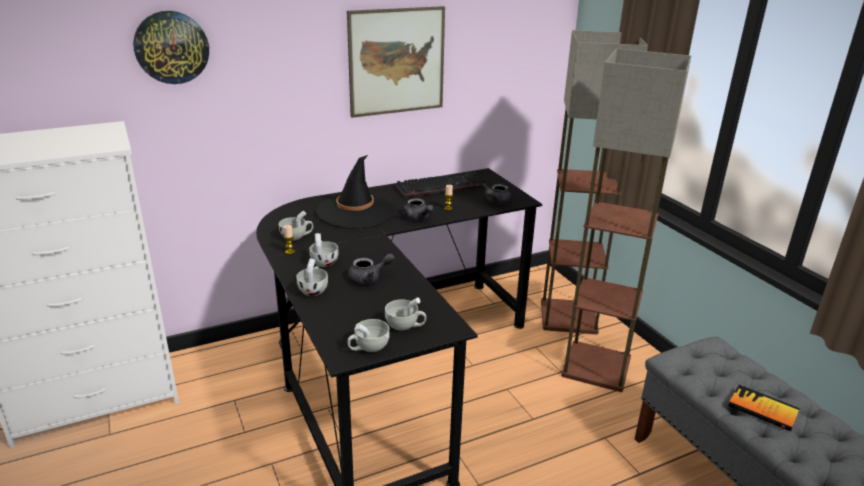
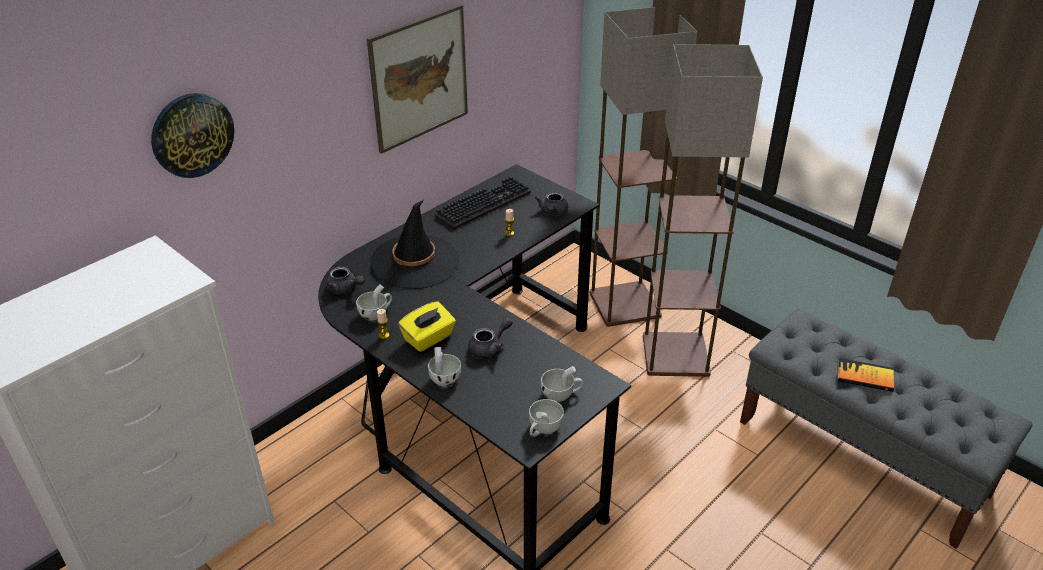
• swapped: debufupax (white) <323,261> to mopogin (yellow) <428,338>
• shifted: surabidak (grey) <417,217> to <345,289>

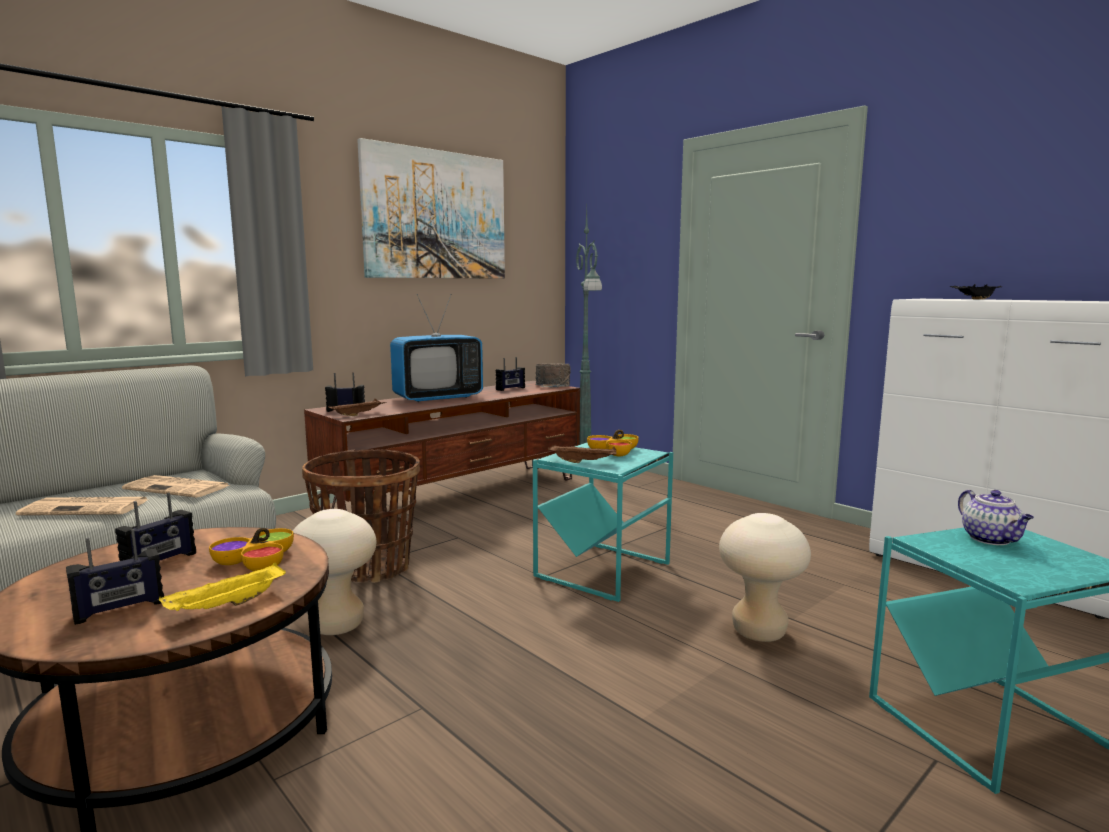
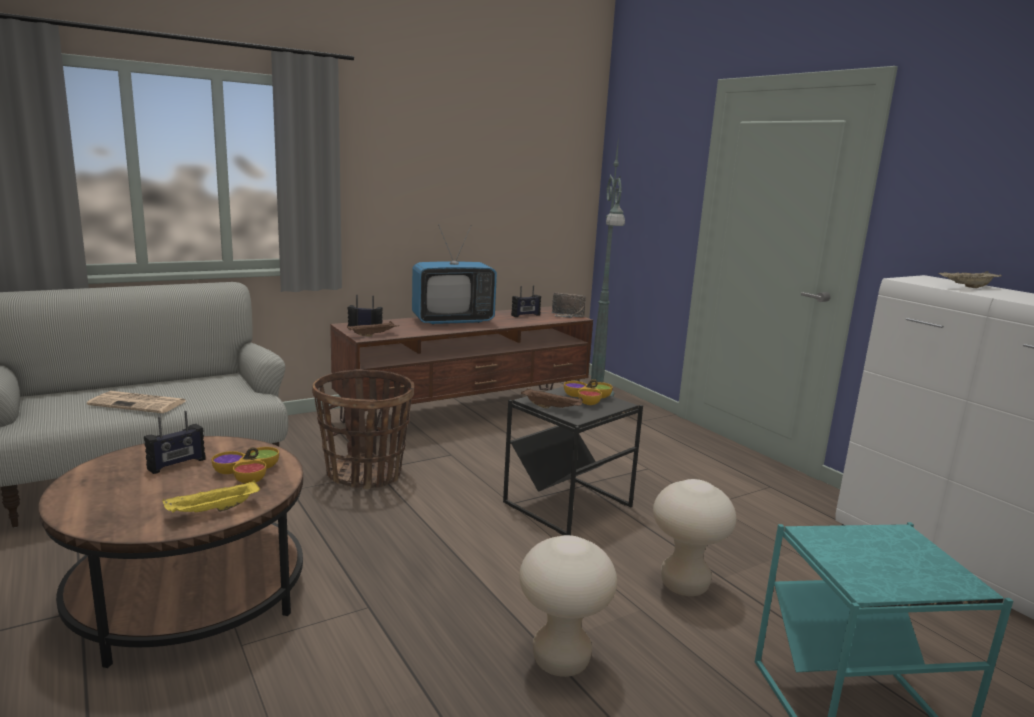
• gone: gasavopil <120,609>
• gone: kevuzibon <179,488>
• shifted: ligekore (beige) <337,625> to <561,660>
• gone: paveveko <436,215>
• repainted: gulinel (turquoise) <604,570> to gulinel (black) <569,505>
• repainted: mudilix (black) <975,299> to mudilix (beige) <967,287>
• gone: surabidak <991,539>

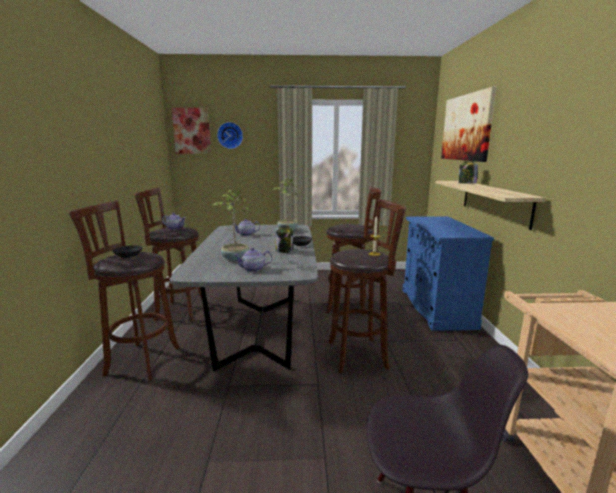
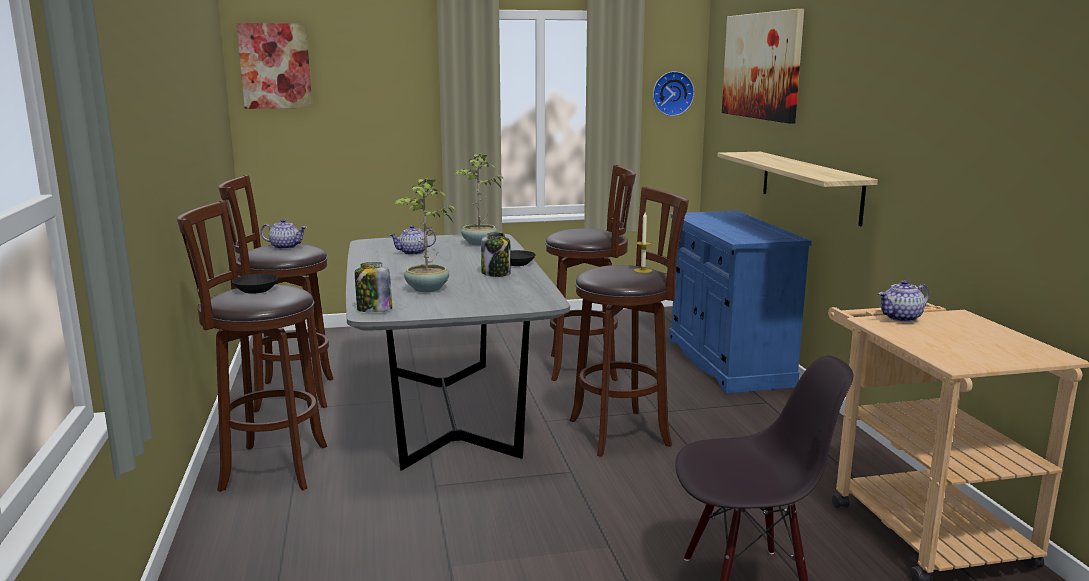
• shifted: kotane <230,135> to <672,93>
• shifted: surabidak <253,269> to <901,318>
• shifted: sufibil <466,183> to <374,310>

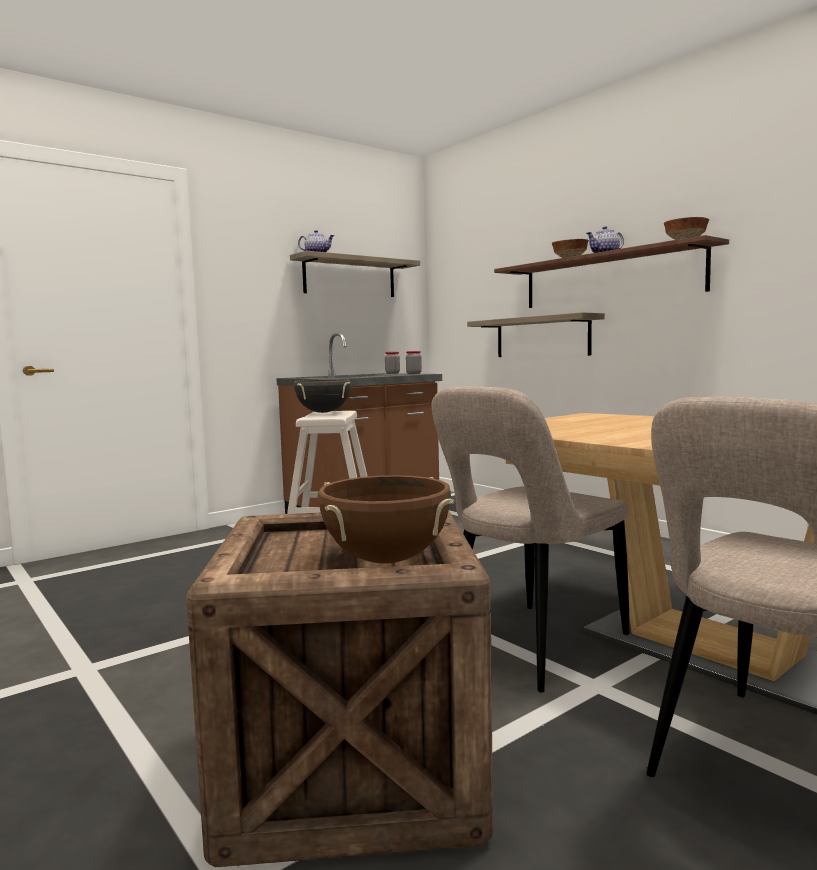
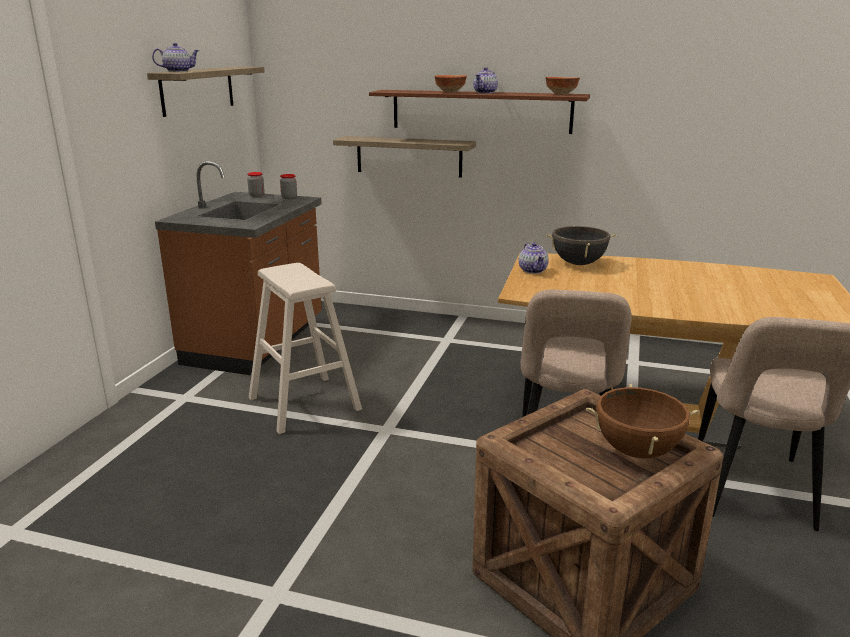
• shifted: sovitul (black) <323,412> to <578,263>
• new: surabidak <533,270>

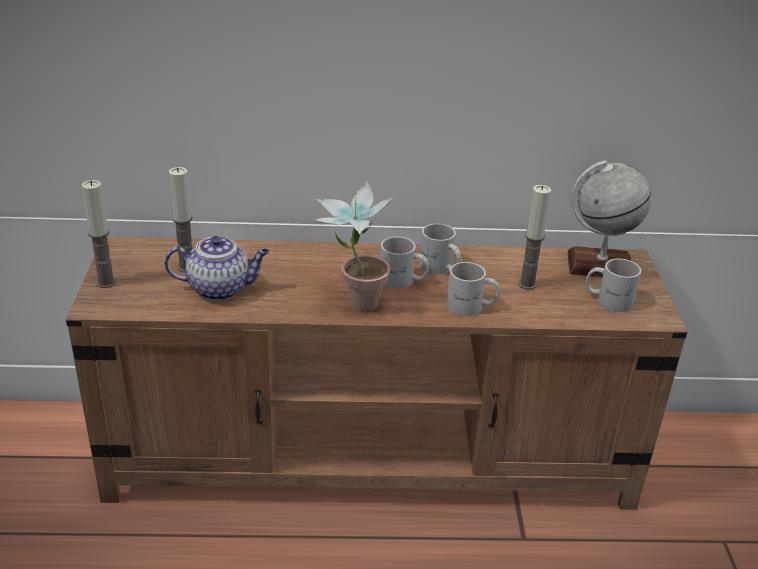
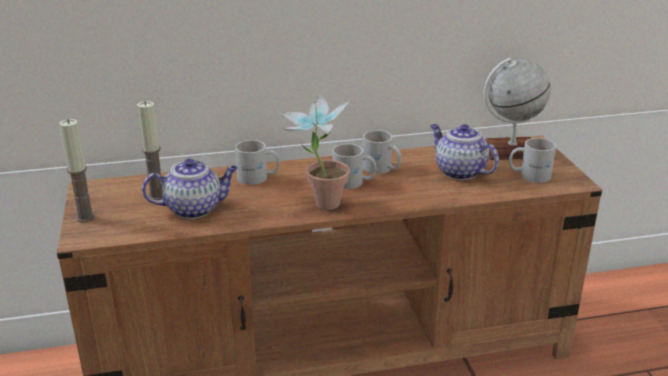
• shifted: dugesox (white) <471,307> to <258,178>
• swapped: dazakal <527,284> to surabidak <459,172>

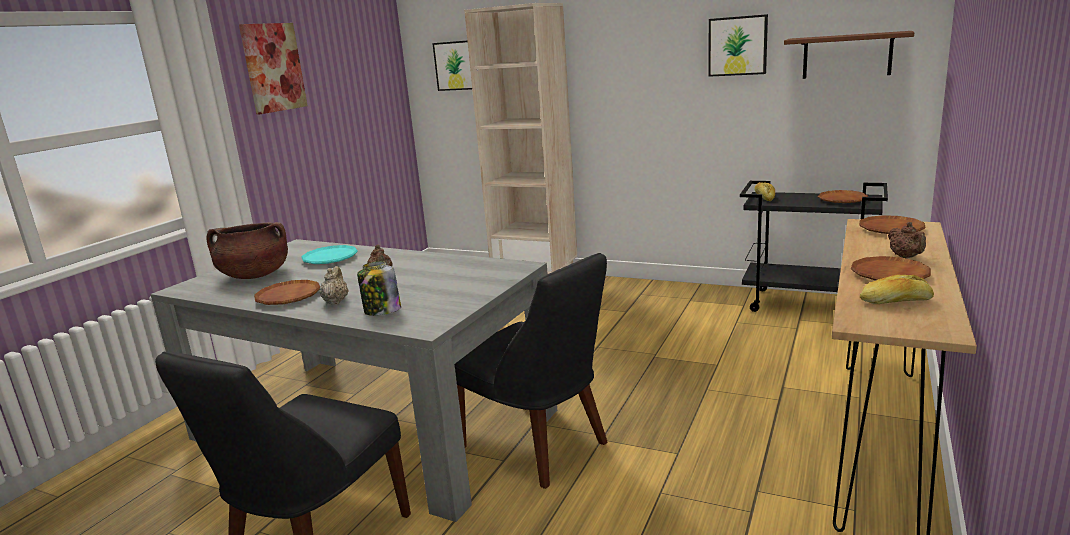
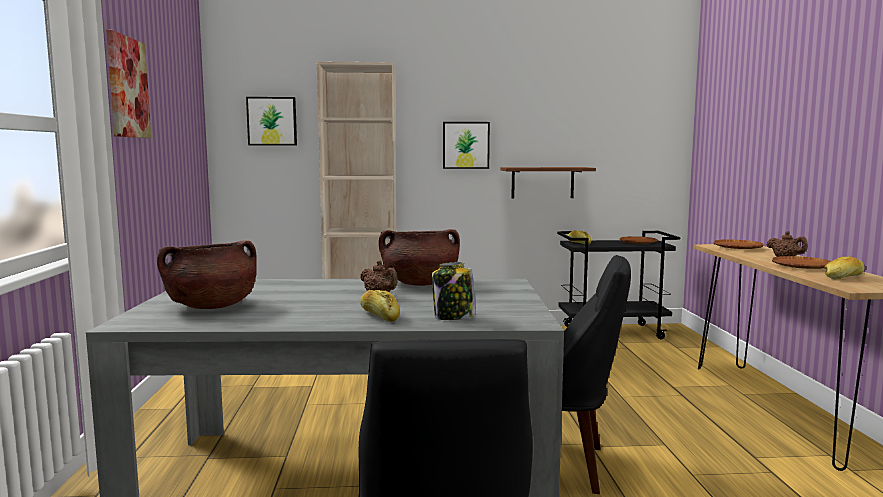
• gone: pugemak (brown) <288,297>
• gone: pugemak (turquoise) <330,259>
• swapped: surabidak (beige) <336,301> to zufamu <380,316>
• shifted: paveveko <737,46> to <465,145>
• shifted: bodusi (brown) <847,55> to <542,182>
• new: sovitul (brown) <420,284>

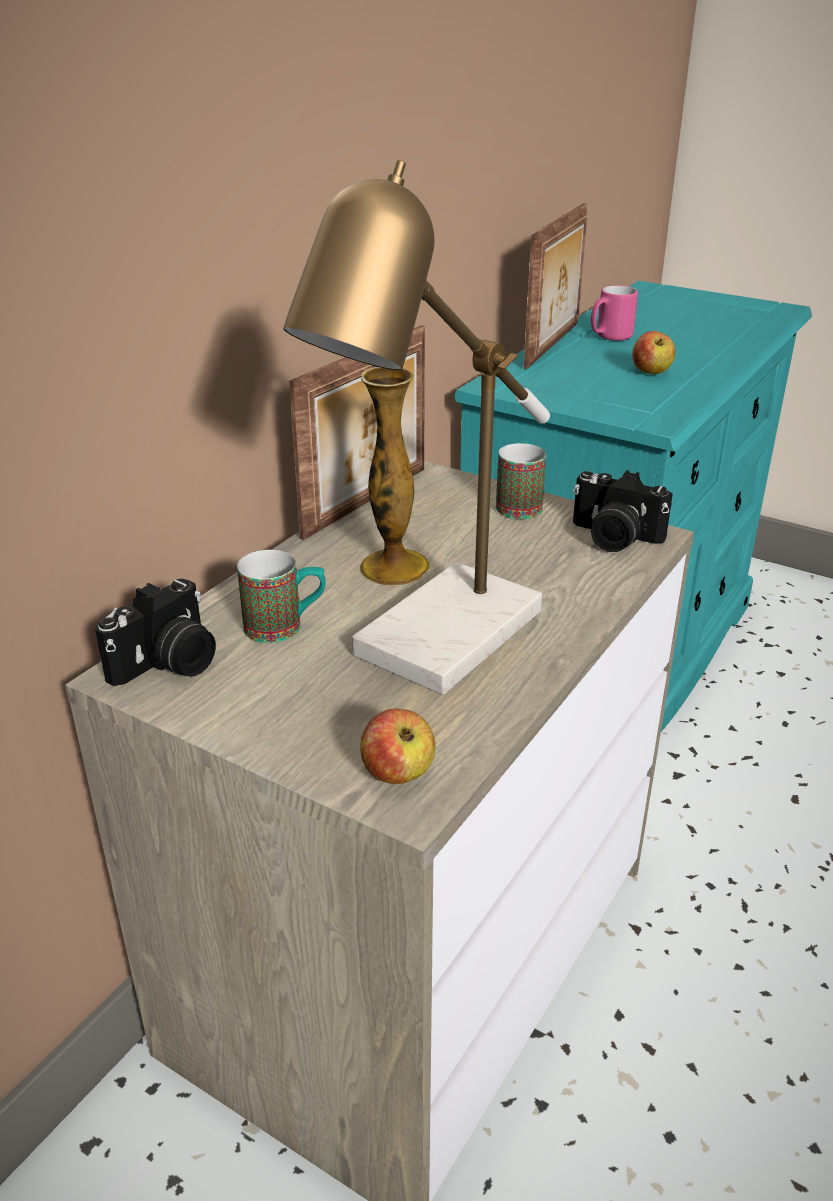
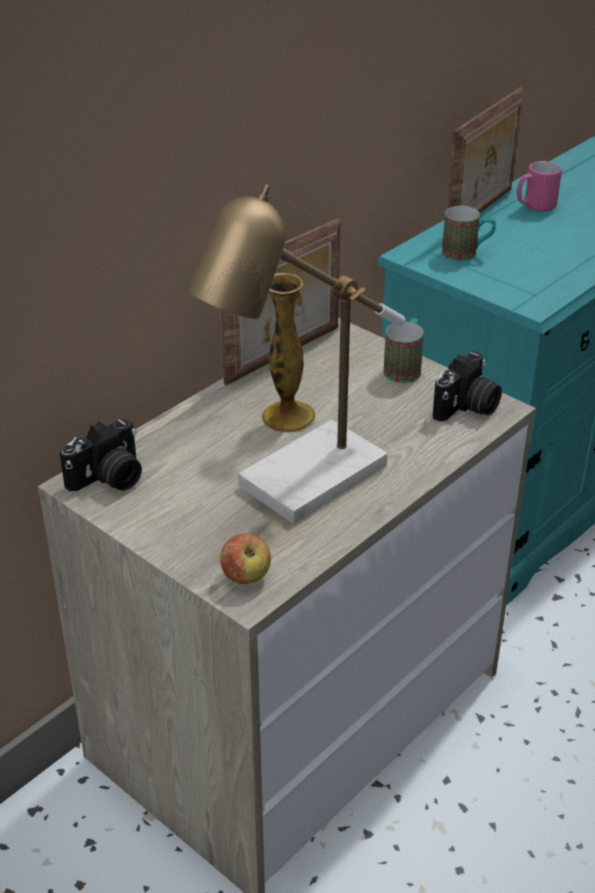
• shifted: dugesox <286,627> to <467,254>
• rotated: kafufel <613,538> = <467,408> 90 degrees counterclockwise
• gone: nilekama <651,372>

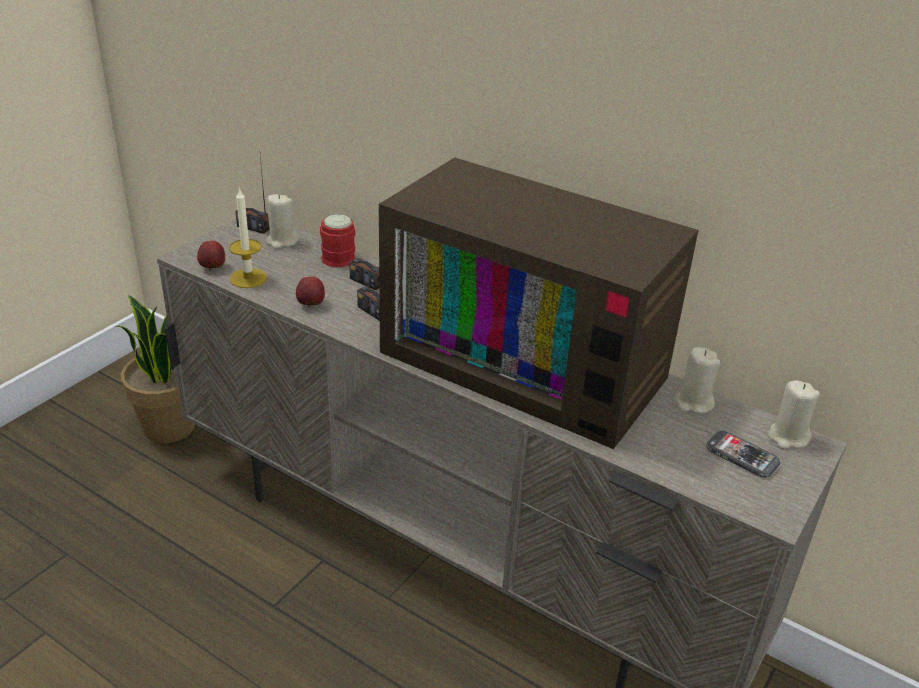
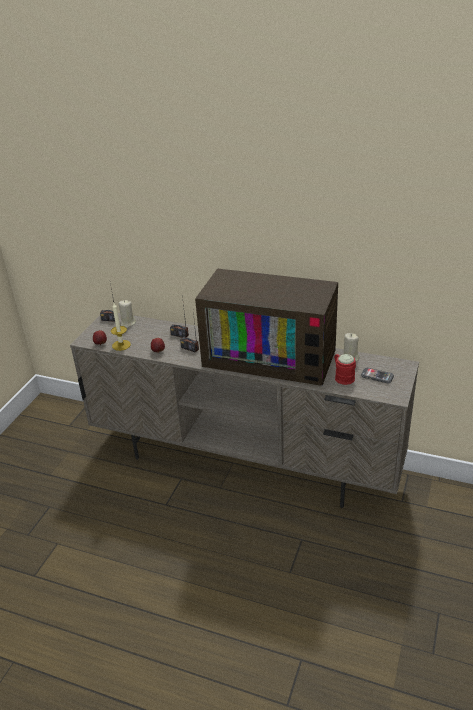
• gone: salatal <170,426>
• shifted: dugesox (red) <337,255> to <342,376>
• gone: dazakal (beige) <787,437>

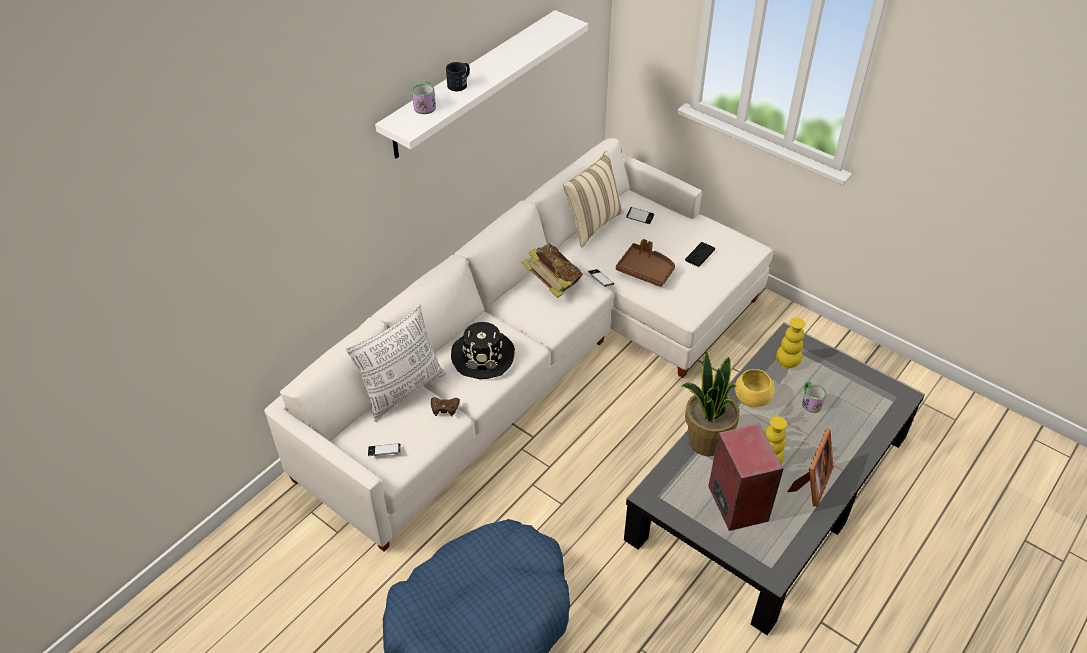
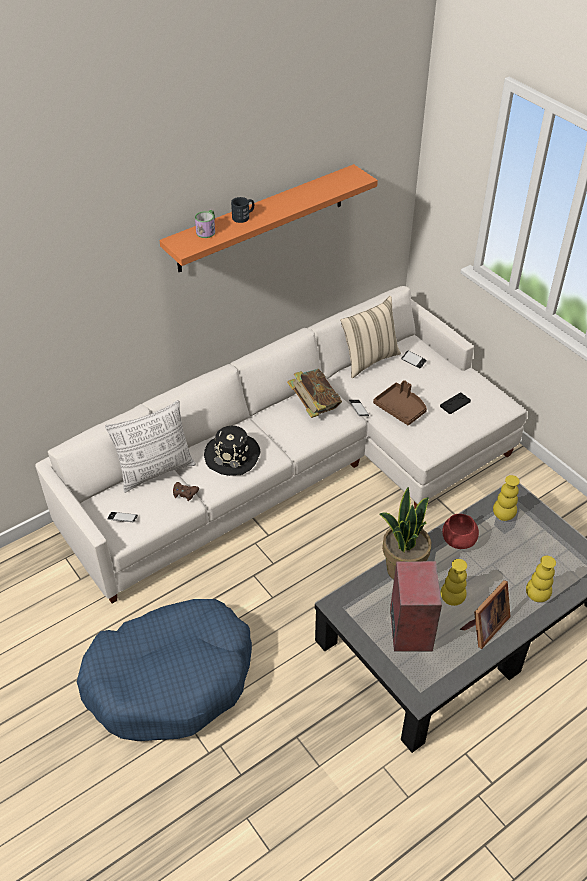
• repainted: bodusi (white) <472,84> to bodusi (orange) <262,218>
• repainted: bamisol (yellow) <751,399> to bamisol (red) <458,540>
• gone: dugesox <810,402>
• new: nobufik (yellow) <537,596>

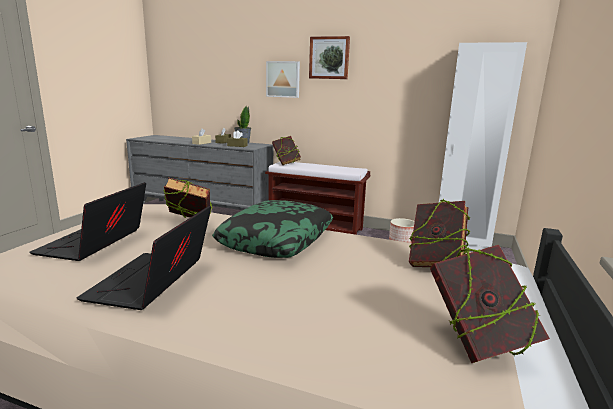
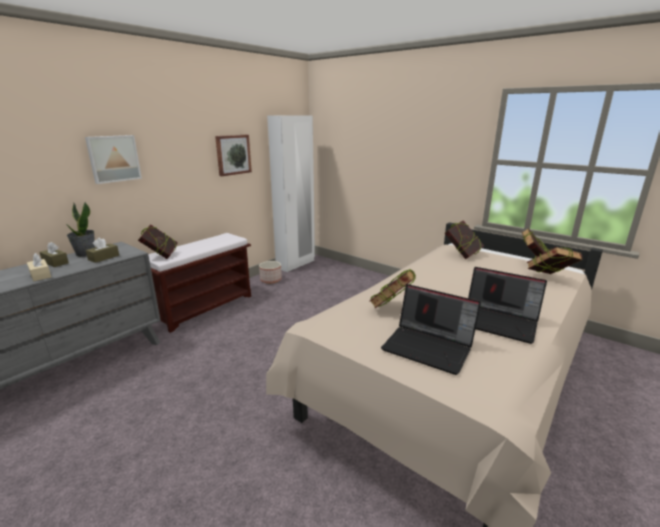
• gone: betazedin <277,239>
• shifted: paveveko <329,58> to <233,154>
• new: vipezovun <549,278>

